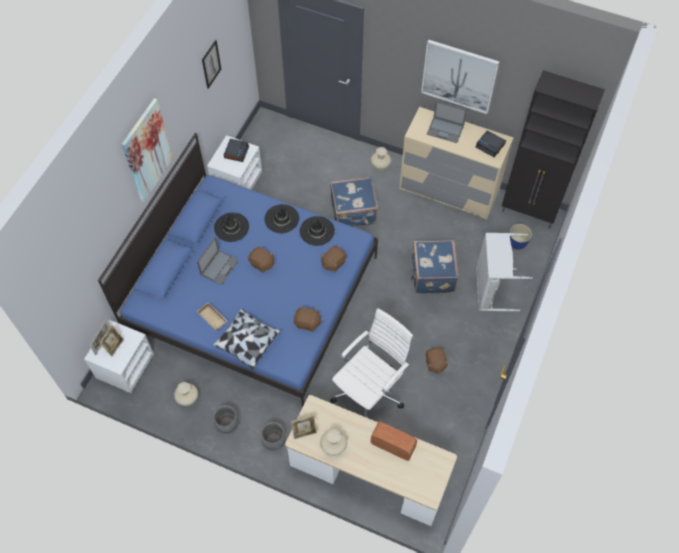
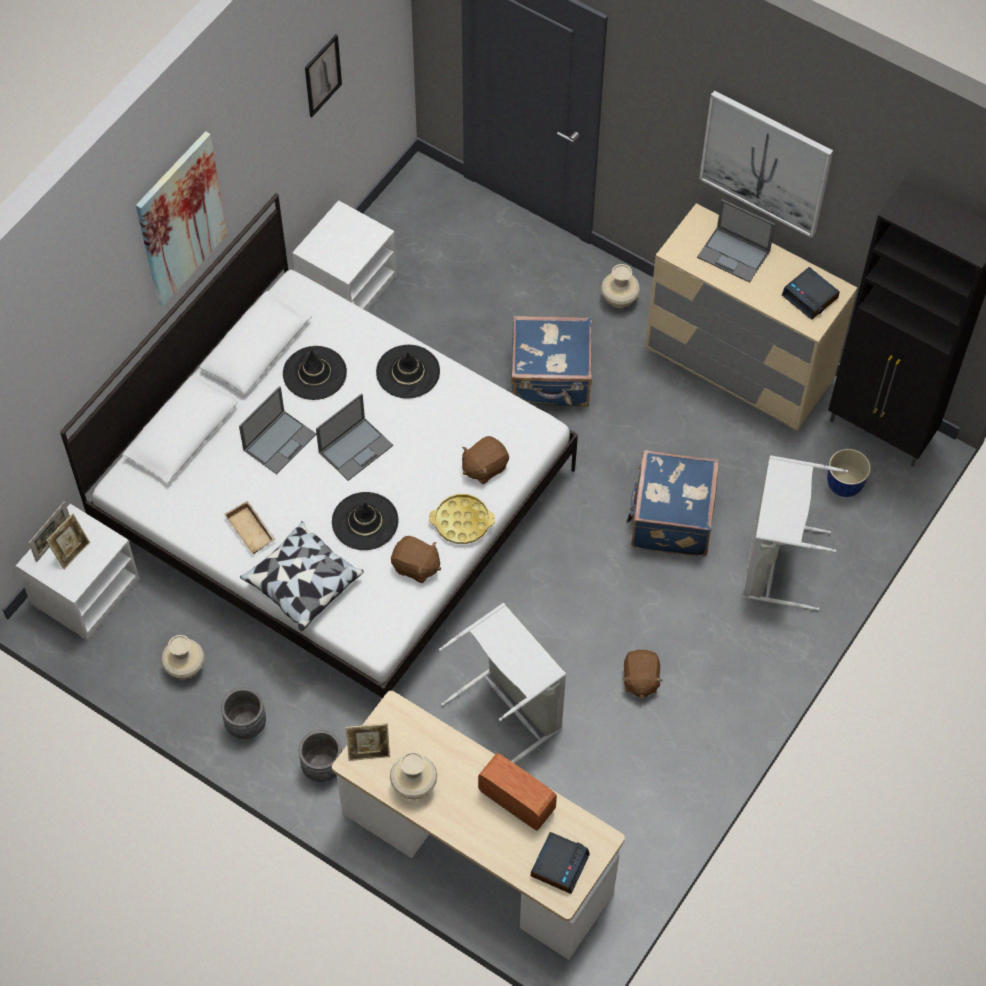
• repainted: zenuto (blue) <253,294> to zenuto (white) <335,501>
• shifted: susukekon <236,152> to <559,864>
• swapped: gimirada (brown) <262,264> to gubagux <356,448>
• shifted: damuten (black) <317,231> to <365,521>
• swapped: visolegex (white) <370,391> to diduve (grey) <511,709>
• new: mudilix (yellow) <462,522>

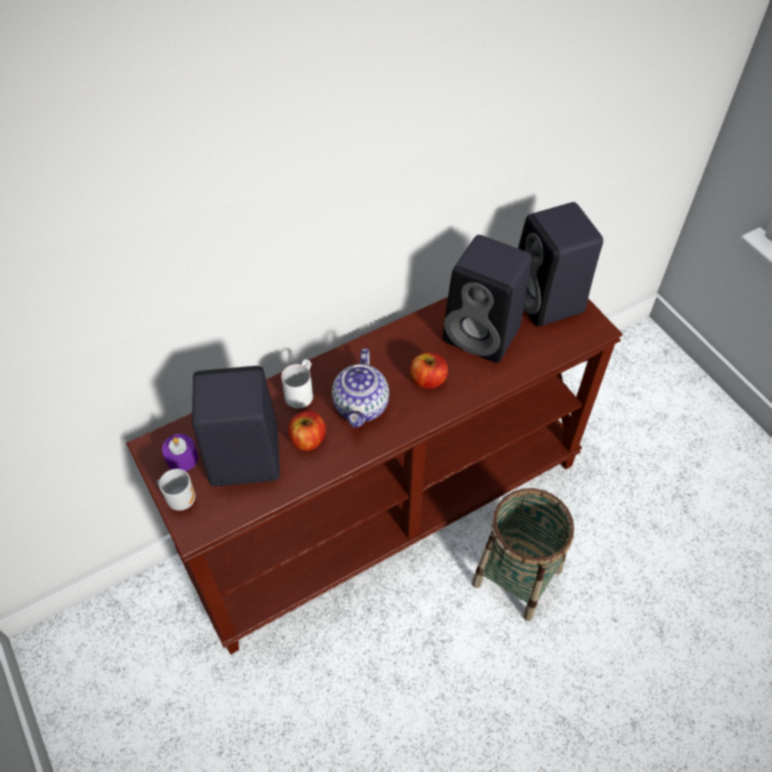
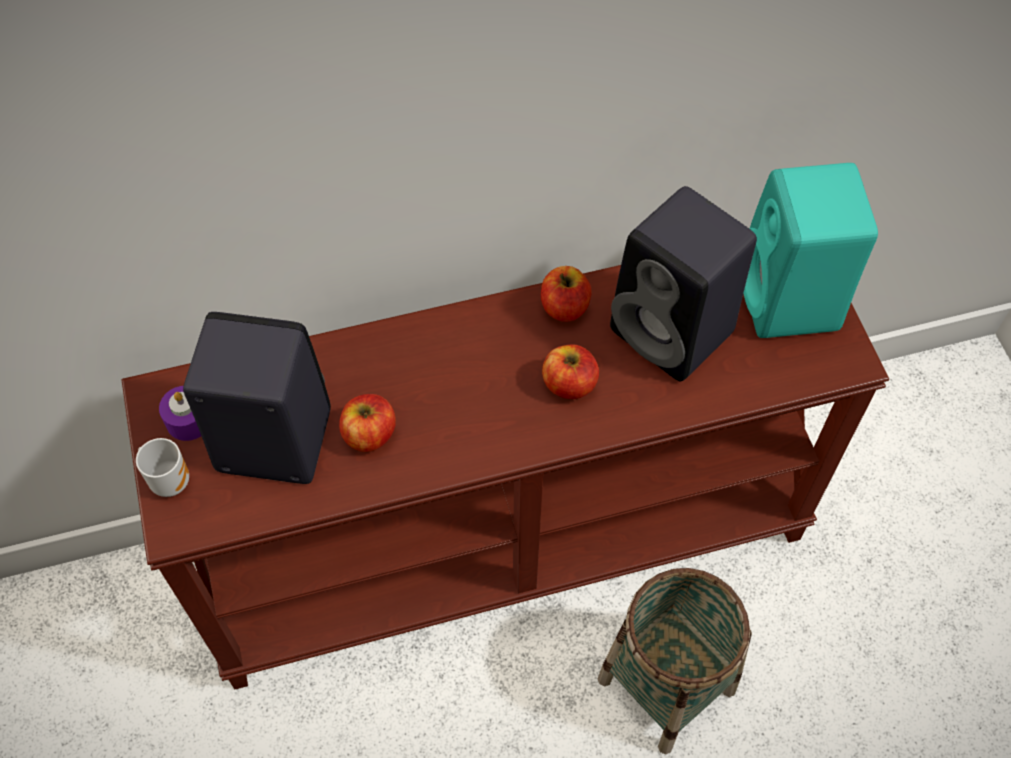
• gone: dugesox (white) <301,391>
• gone: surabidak <362,406>
• repainted: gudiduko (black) <548,301> to gudiduko (turquoise) <790,301>
• new: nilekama <565,307>

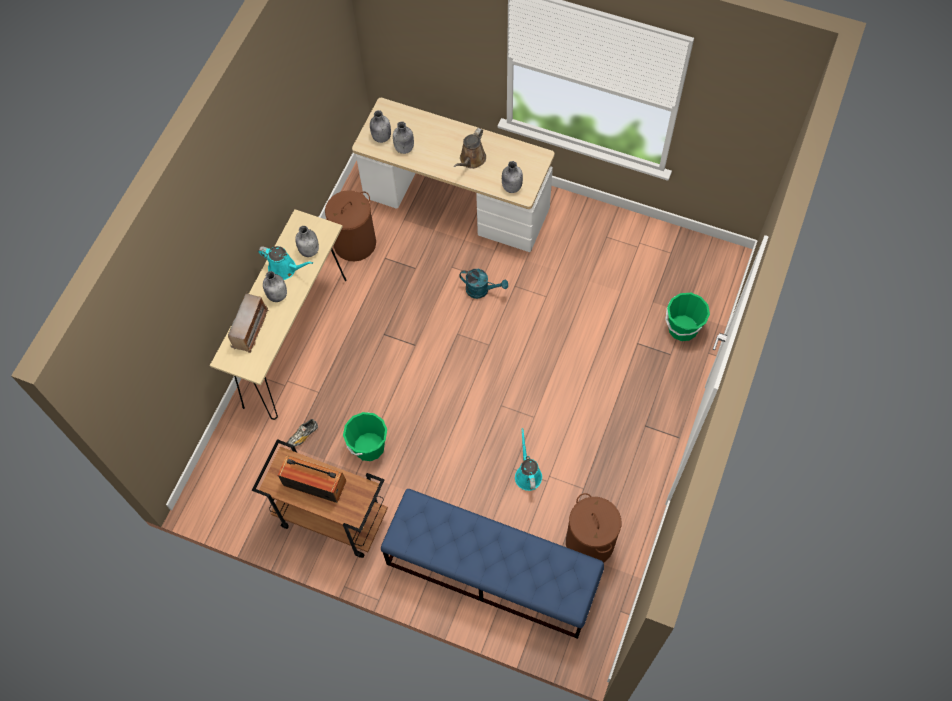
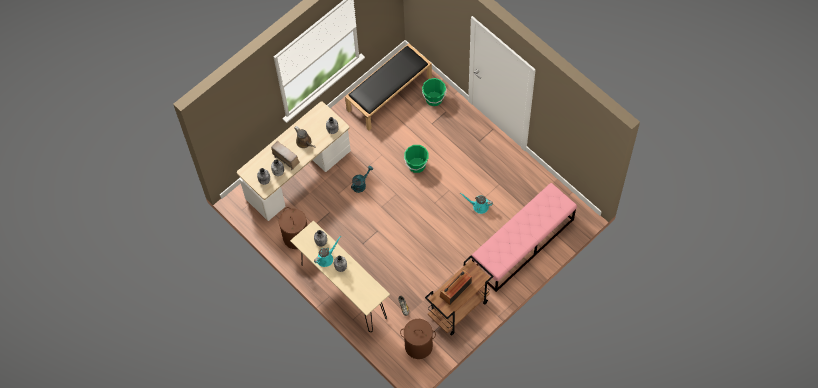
• shifted: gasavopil <250,328> to <285,158>
• shifted: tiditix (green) <369,447> to <416,165>
• repainted: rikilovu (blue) <491,572> to rikilovu (pink) <522,244>
• shifted: diduve (brown) <589,542> to <418,346>
• new: rikilovu (black) <389,93>

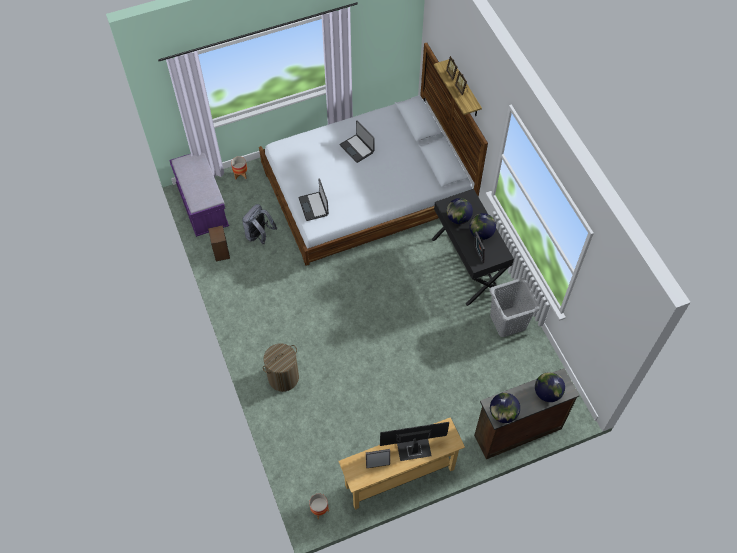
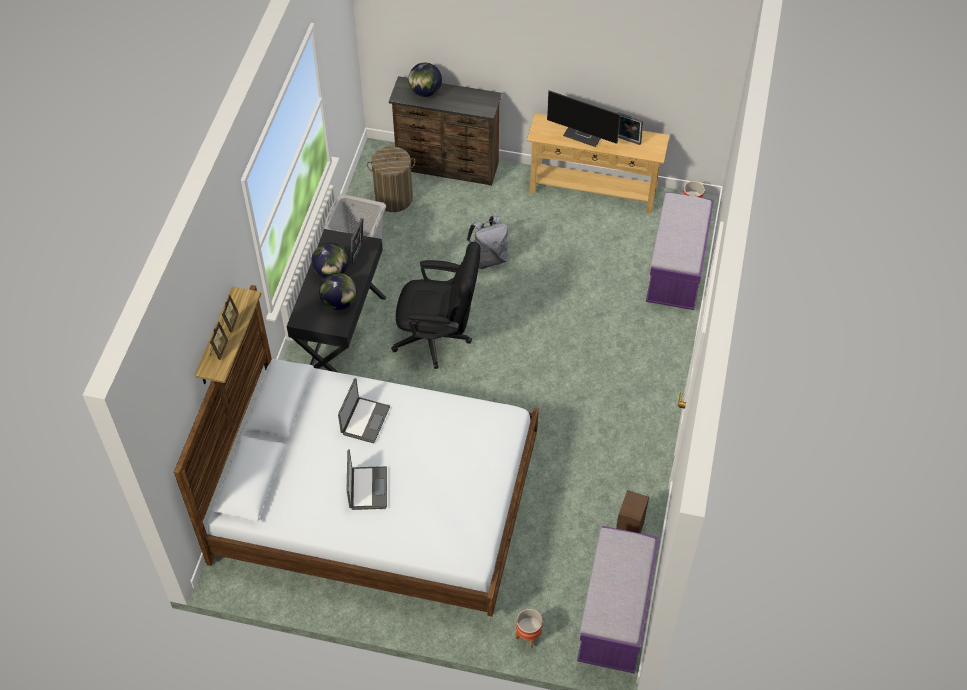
• shifted: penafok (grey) <259,235> to <489,258>
• shifted: diduve <283,377> to <393,198>
• shifted: gubagux <314,206> to <364,420>
• gone: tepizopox <503,413>
• new: visolegex (black) <438,338>
• new: rikilovu (purple) <676,271>

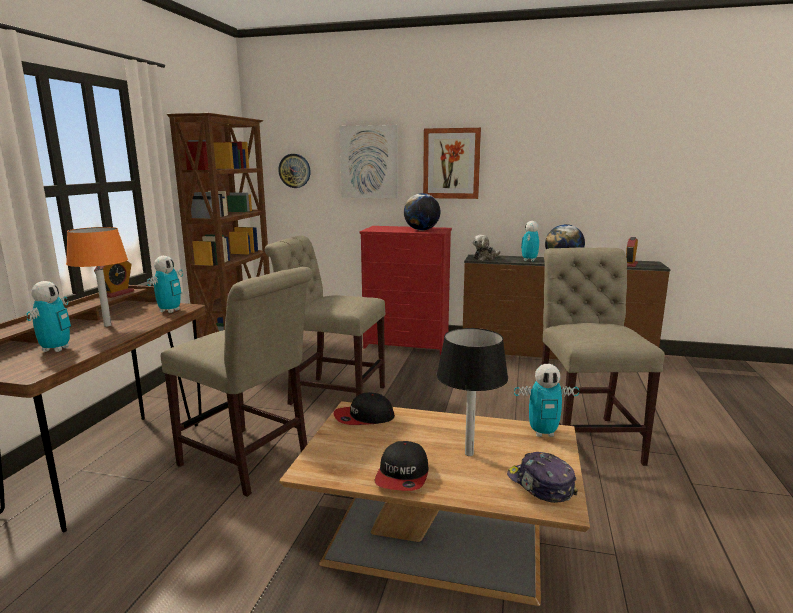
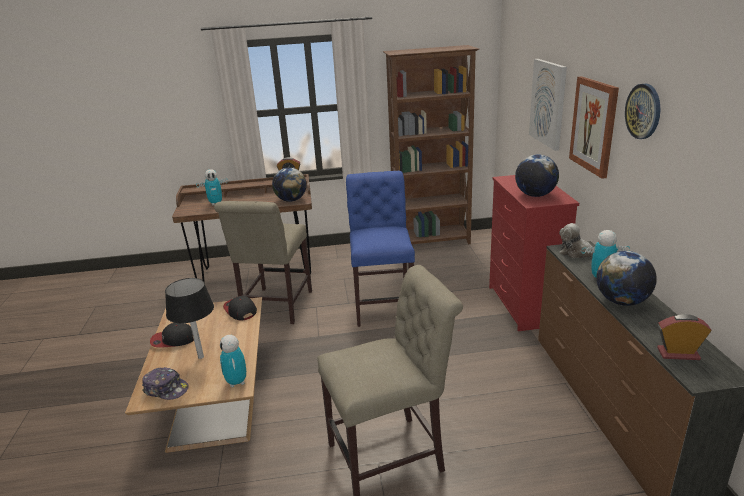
• gone: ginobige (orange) <107,325>
• swapped: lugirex <170,311> to tepizopox <291,200>
• repainted: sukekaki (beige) <332,394> to sukekaki (blue) <383,304>
• shifted: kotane <294,171> to <643,111>
• rotated: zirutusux <540,485> = <166,389> 75 degrees clockwise

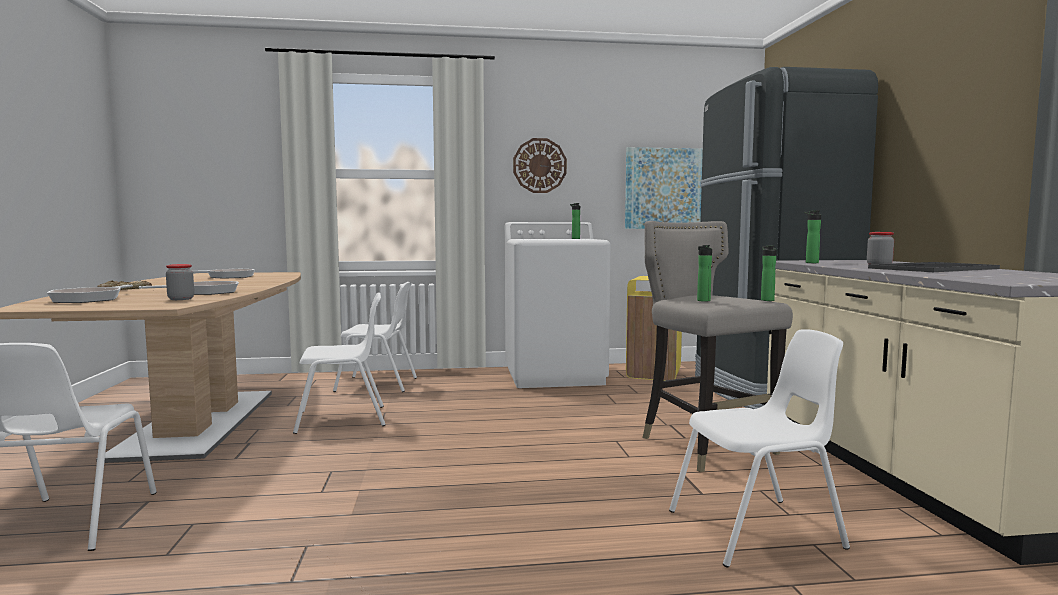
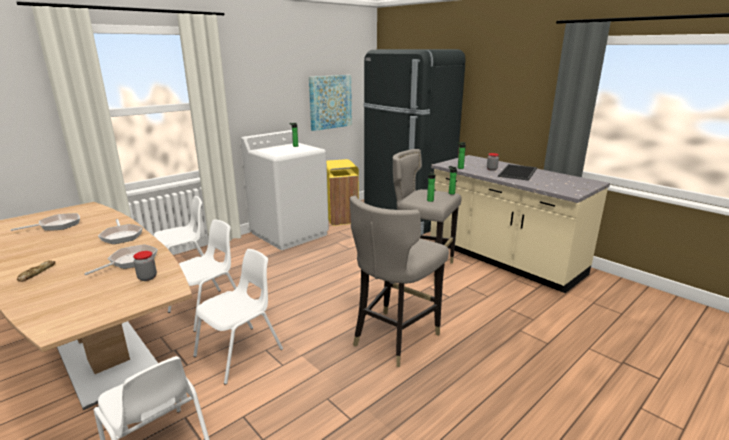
• shifted: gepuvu <90,299> to <121,236>
• gone: kotane <539,165>
• shifted: sukekaki (white) <757,530> to <240,353>
• new: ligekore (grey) <393,338>

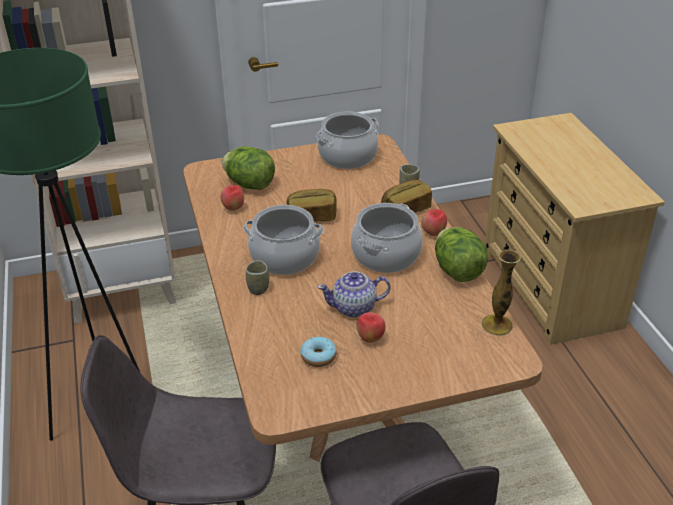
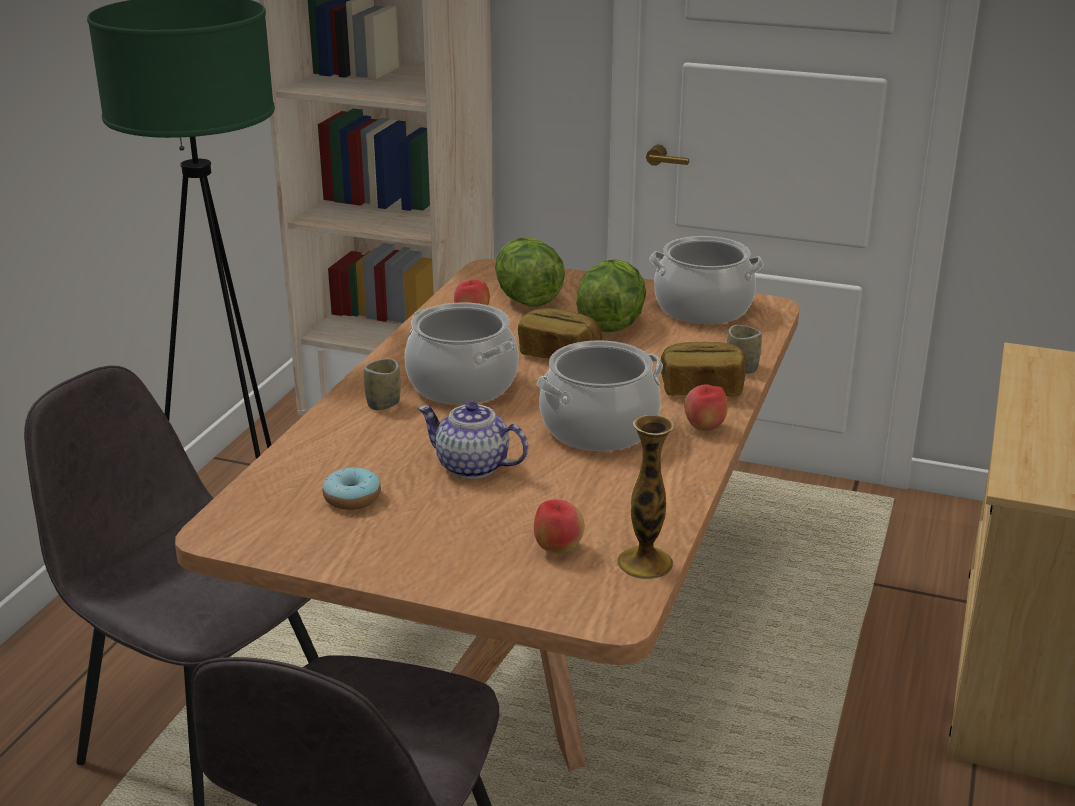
• shifted: nilekama <370,338> to <557,549>
• shifted: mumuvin <457,271> to <611,324>

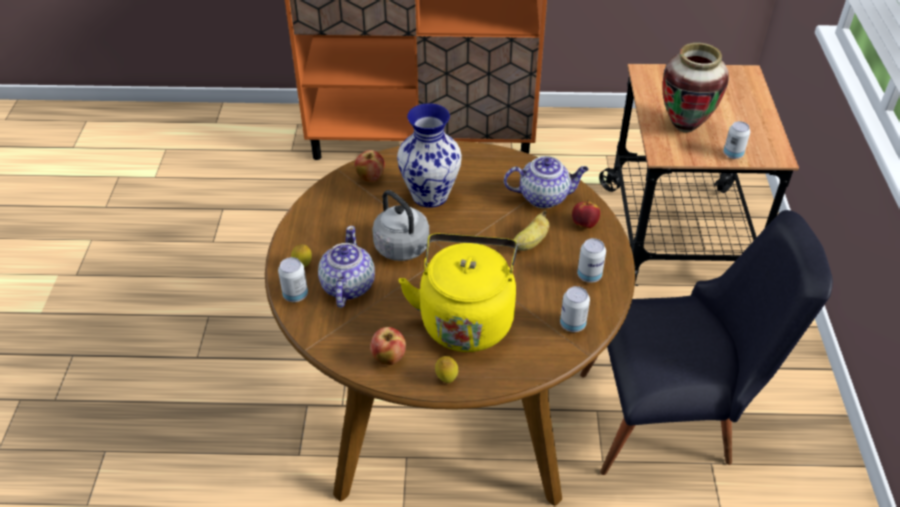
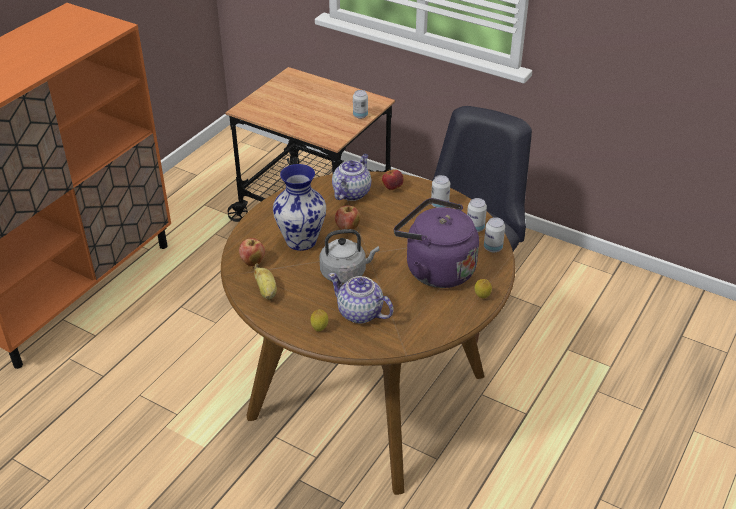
• shifted: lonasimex <295,295> to <493,248>
• shifted: nilekama <388,358> to <347,228>
• repainted: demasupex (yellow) <466,318> to demasupex (purple) <435,269>
• shifted: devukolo <530,243> to <266,291>
• gone: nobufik <684,126>

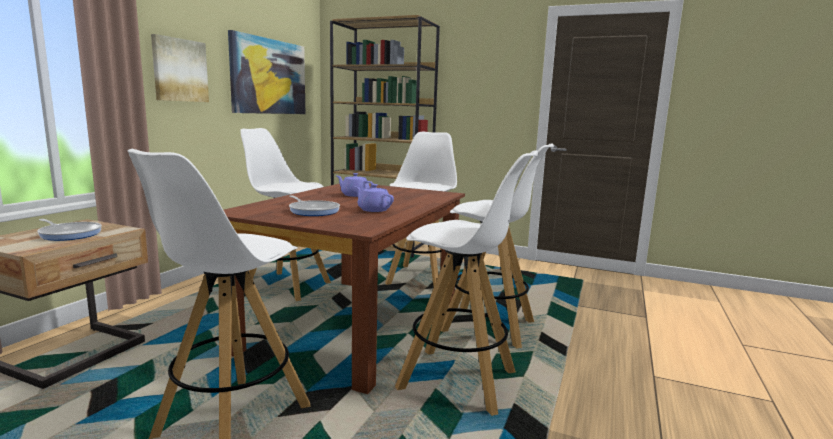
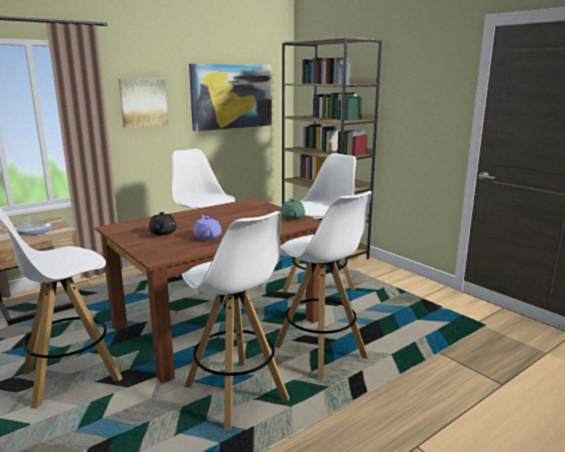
• swapped: gepuvu <313,211> to surabidak (black) <163,233>
• gone: surabidak (purple) <354,195>
• new: surabidak (green) <292,217>

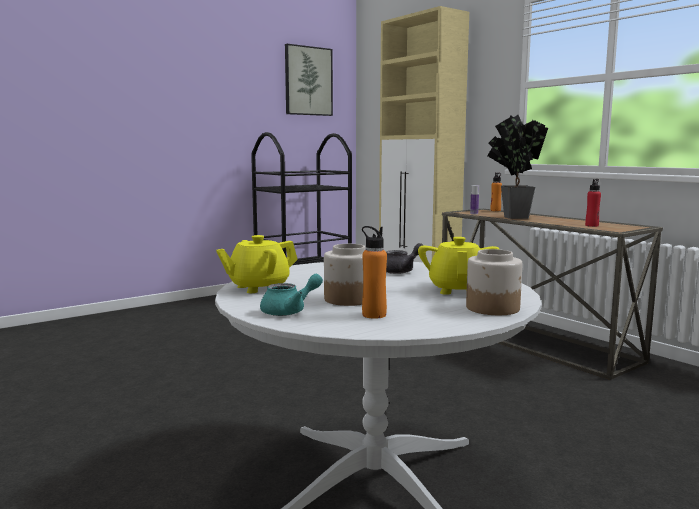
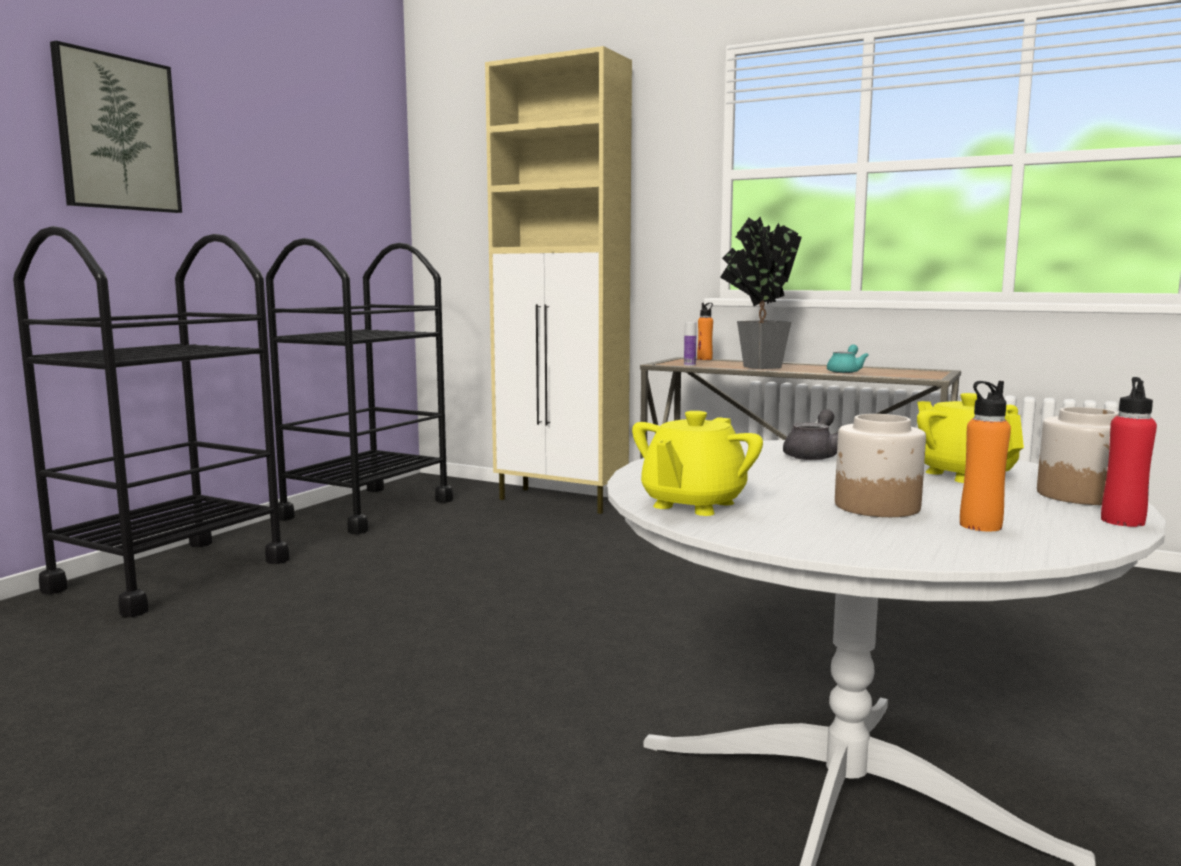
• shifted: surabidak (turquoise) <290,311> to <846,371>
• shifted: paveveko <308,81> to <117,133>
• shifted: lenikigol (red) <592,225> to <1122,521>
• new: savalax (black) <170,575>

